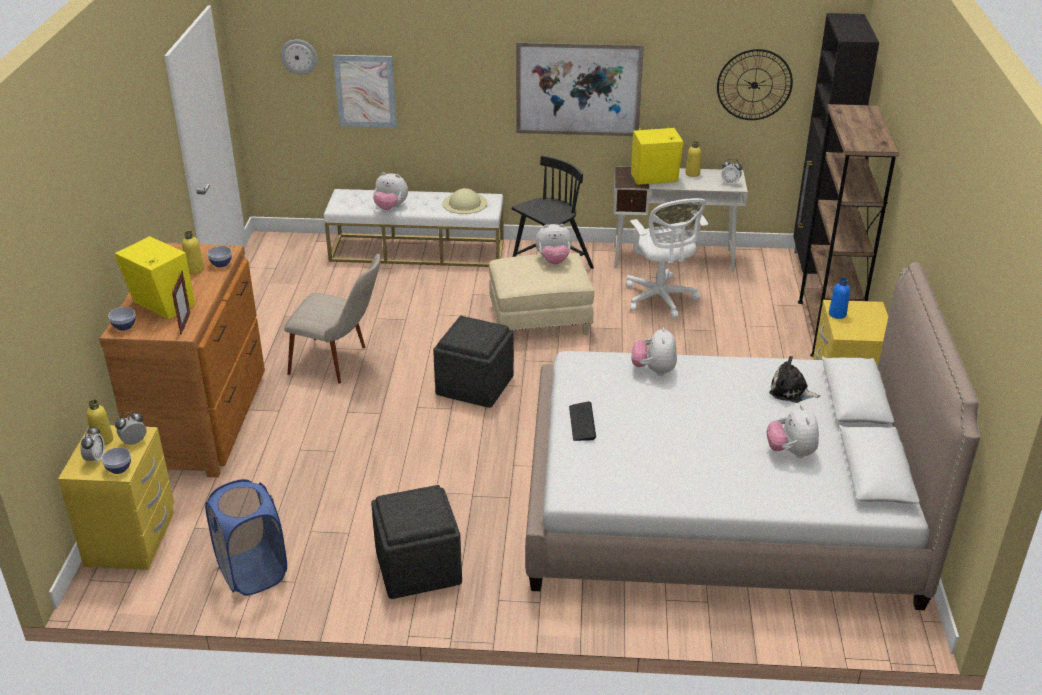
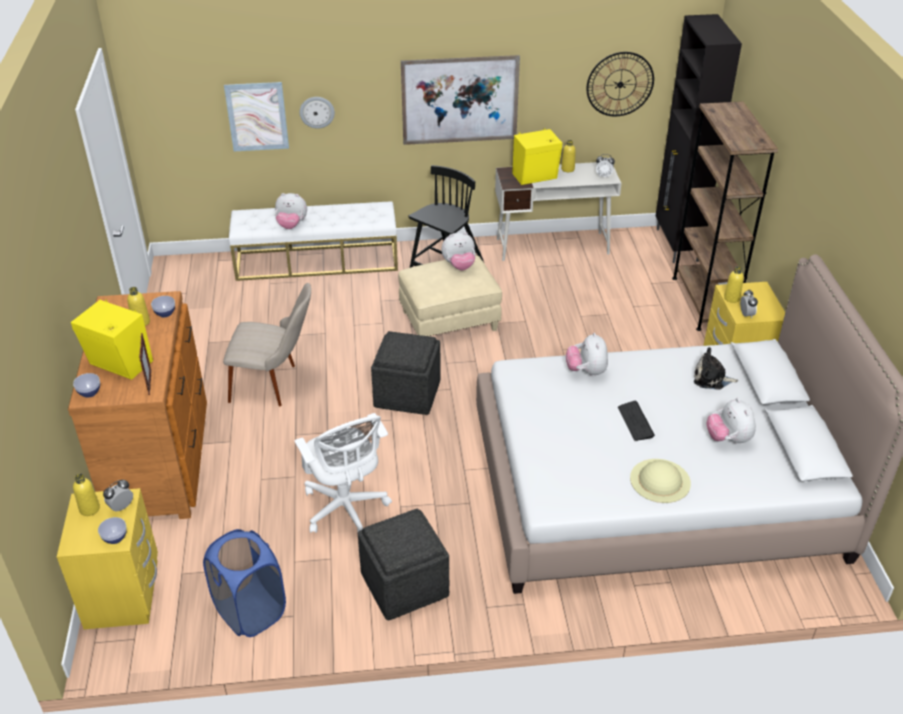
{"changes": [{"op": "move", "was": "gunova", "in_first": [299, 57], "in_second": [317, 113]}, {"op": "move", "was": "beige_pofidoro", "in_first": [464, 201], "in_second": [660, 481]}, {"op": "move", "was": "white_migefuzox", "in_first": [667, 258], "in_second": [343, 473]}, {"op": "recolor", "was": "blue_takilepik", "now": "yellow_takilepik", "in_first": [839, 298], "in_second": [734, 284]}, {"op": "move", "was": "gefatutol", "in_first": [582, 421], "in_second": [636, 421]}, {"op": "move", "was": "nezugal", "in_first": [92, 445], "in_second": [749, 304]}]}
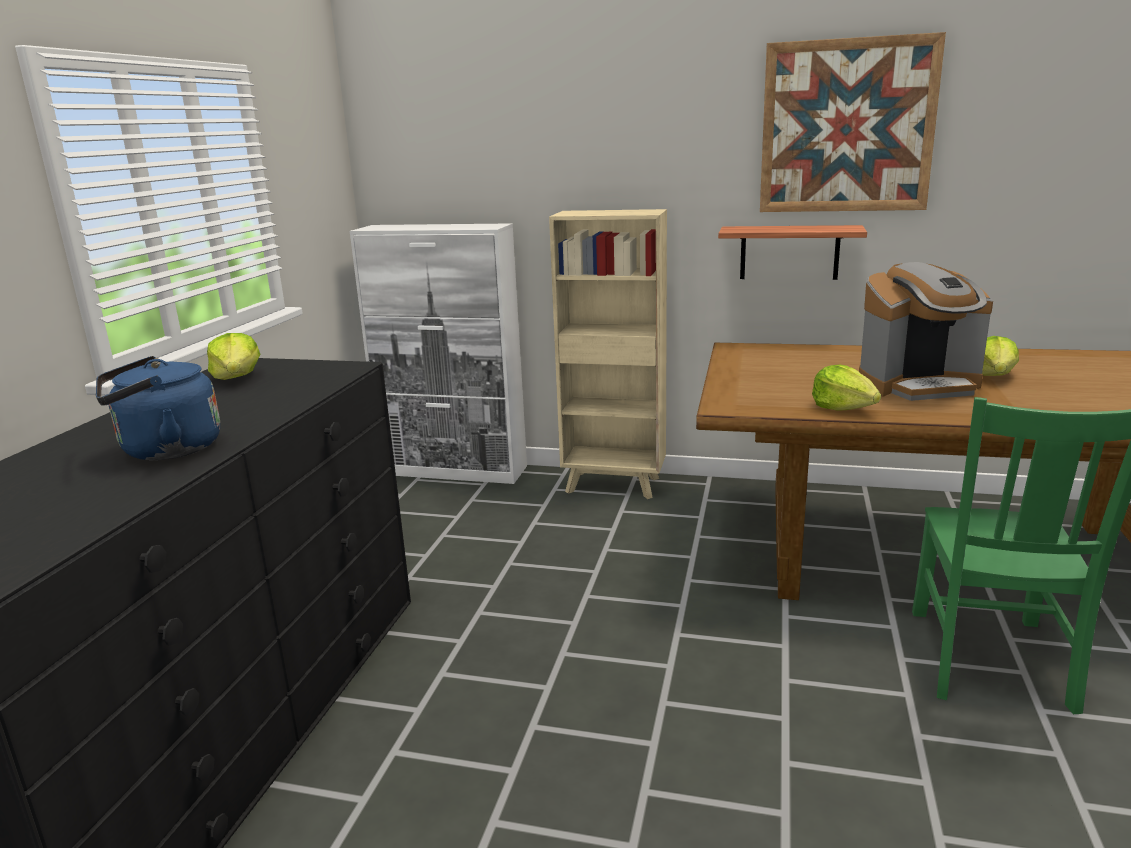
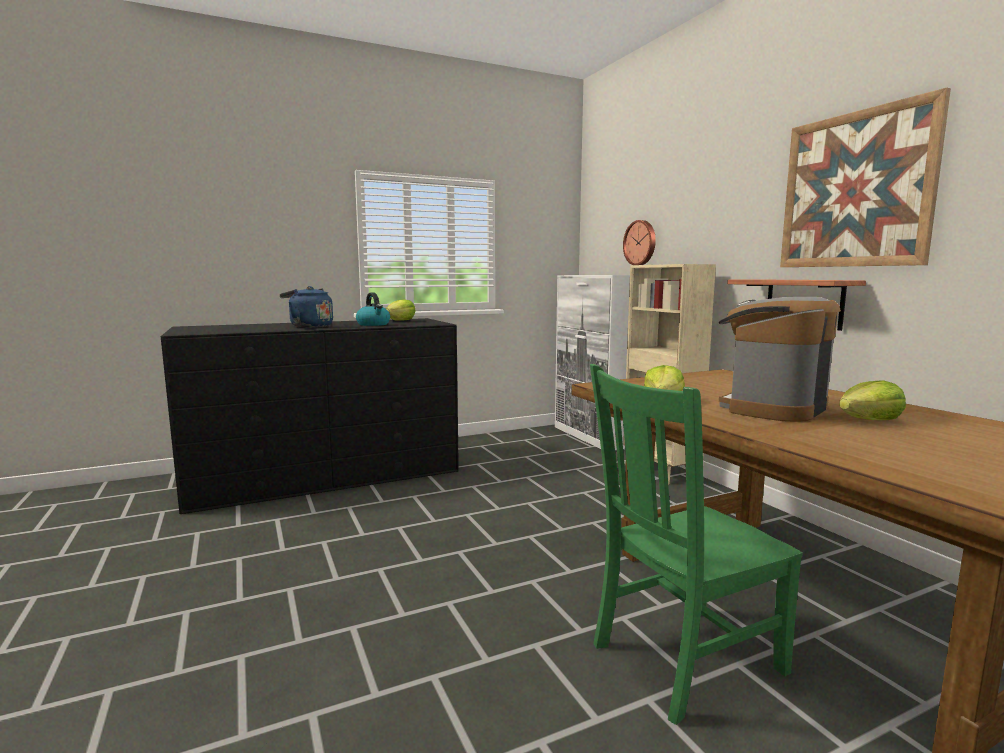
{"changes": [{"op": "rotate", "was": "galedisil", "in_first": [926, 331], "in_second": [780, 359], "clockwise": 90}, {"op": "insert", "now": "gunova", "in_second": [639, 242]}, {"op": "insert", "now": "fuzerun", "in_second": [373, 309]}]}
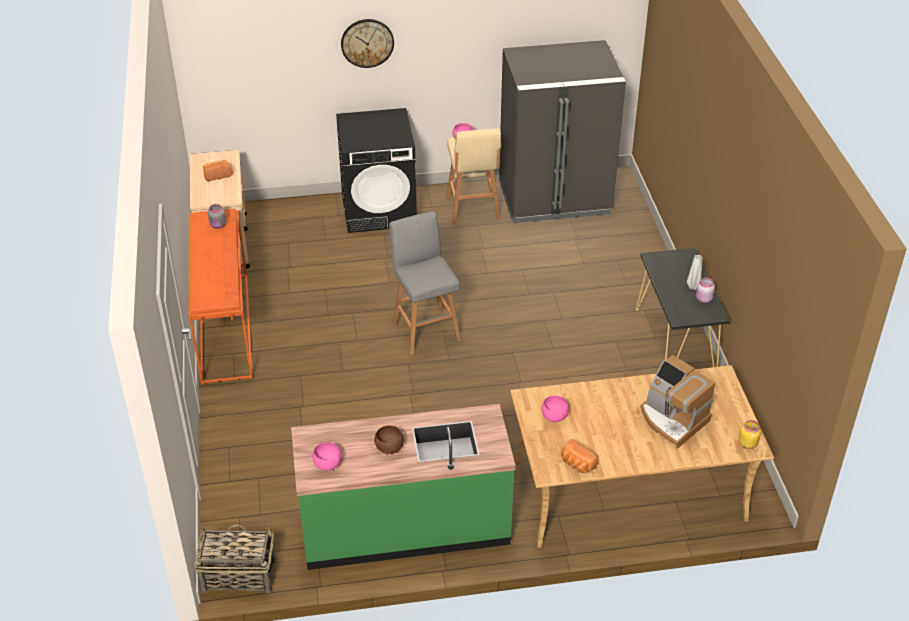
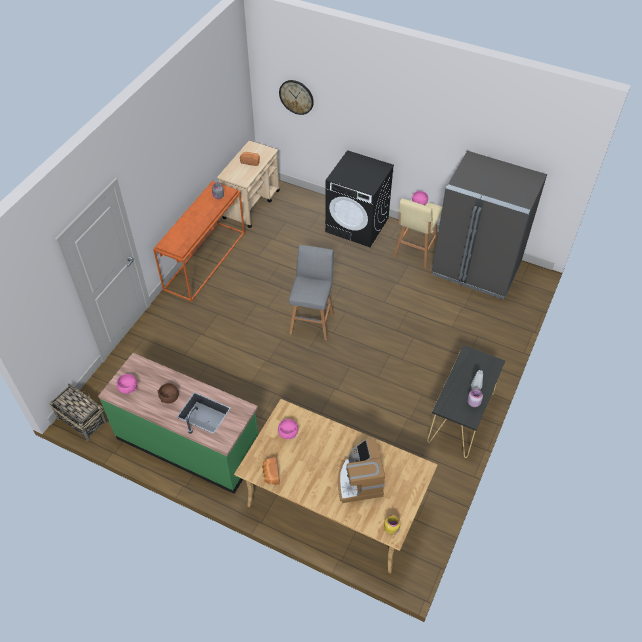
{"changes": [{"op": "move", "was": "gunova", "in_first": [367, 43], "in_second": [296, 97]}]}
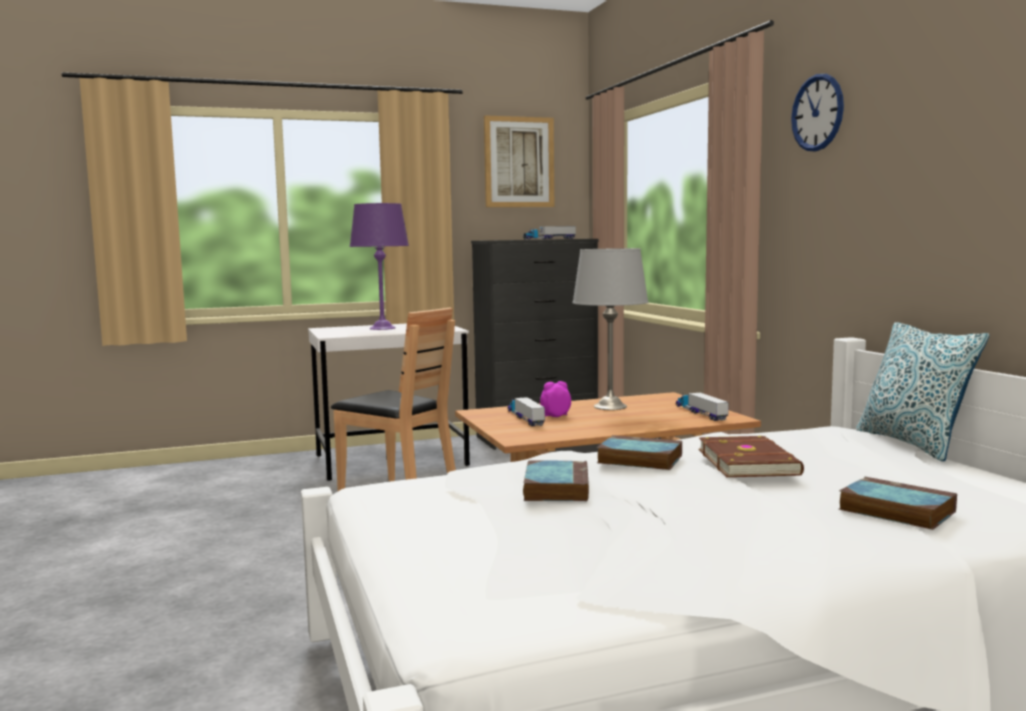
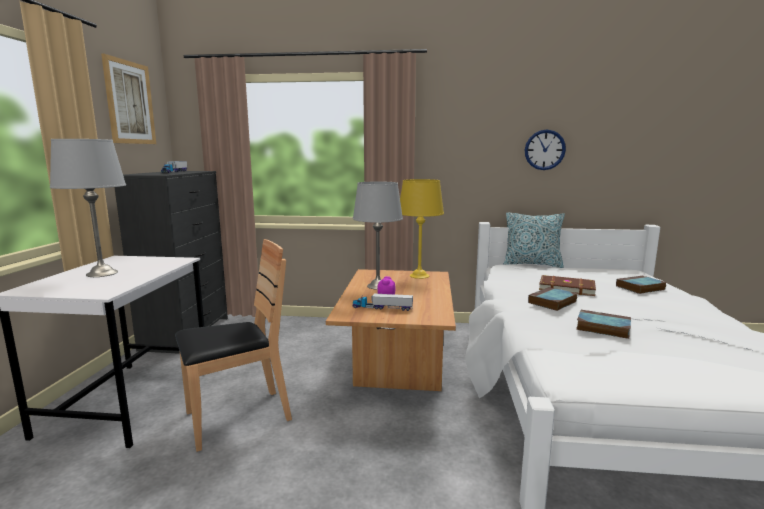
{"changes": [{"op": "move", "was": "gunova", "in_first": [817, 112], "in_second": [545, 150]}, {"op": "recolor", "was": "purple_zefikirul", "now": "grey_zefikirul", "in_first": [379, 266], "in_second": [88, 208]}, {"op": "replace", "was": "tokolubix", "now": "yellow_zefikirul", "in_first": [702, 406], "in_second": [422, 229]}]}
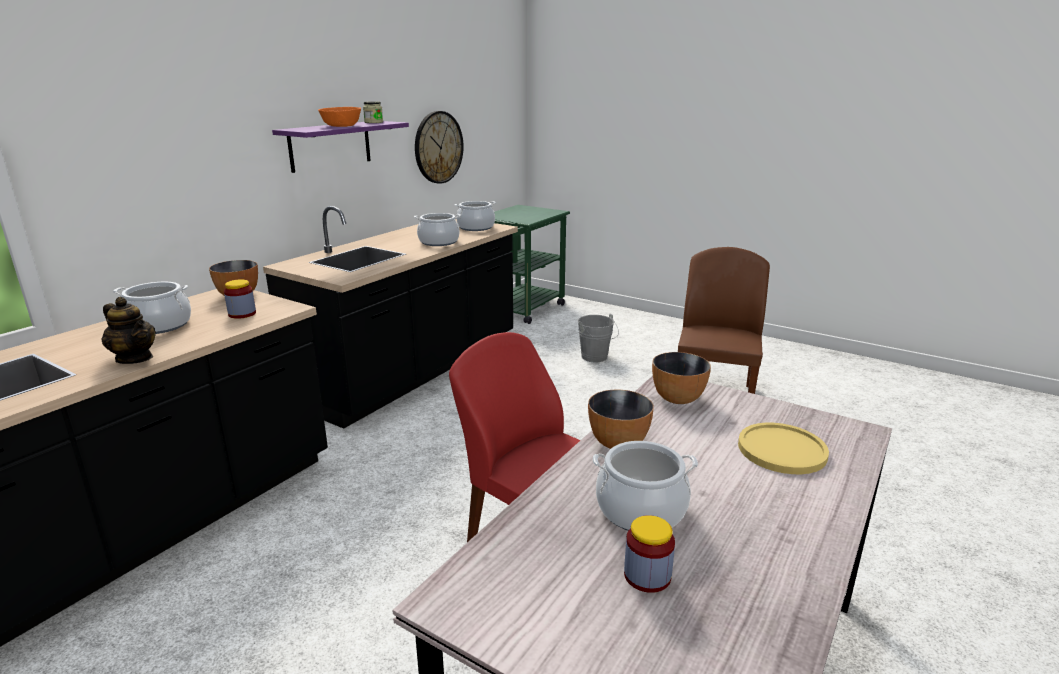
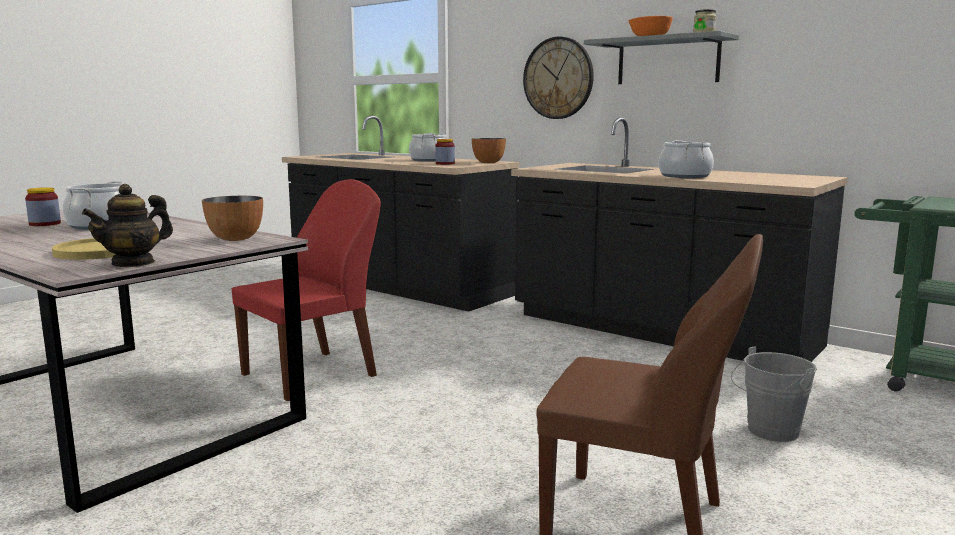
{"changes": [{"op": "move", "was": "gunova", "in_first": [439, 147], "in_second": [558, 78]}, {"op": "recolor", "was": "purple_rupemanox", "now": "grey_rupemanox", "in_first": [340, 147], "in_second": [661, 57]}, {"op": "delete", "was": "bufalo", "in_first": [475, 216]}, {"op": "move", "was": "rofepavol", "in_first": [129, 330], "in_second": [127, 225]}, {"op": "delete", "was": "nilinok", "in_first": [621, 419]}]}
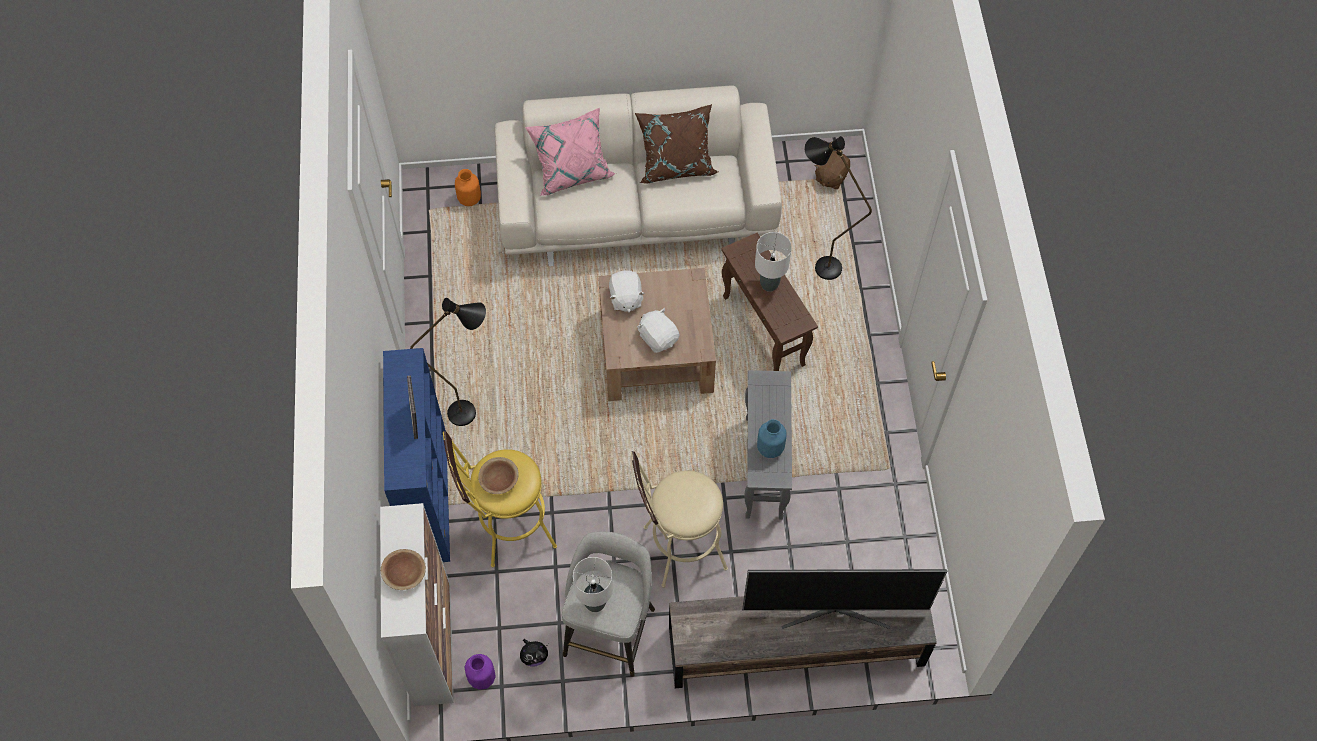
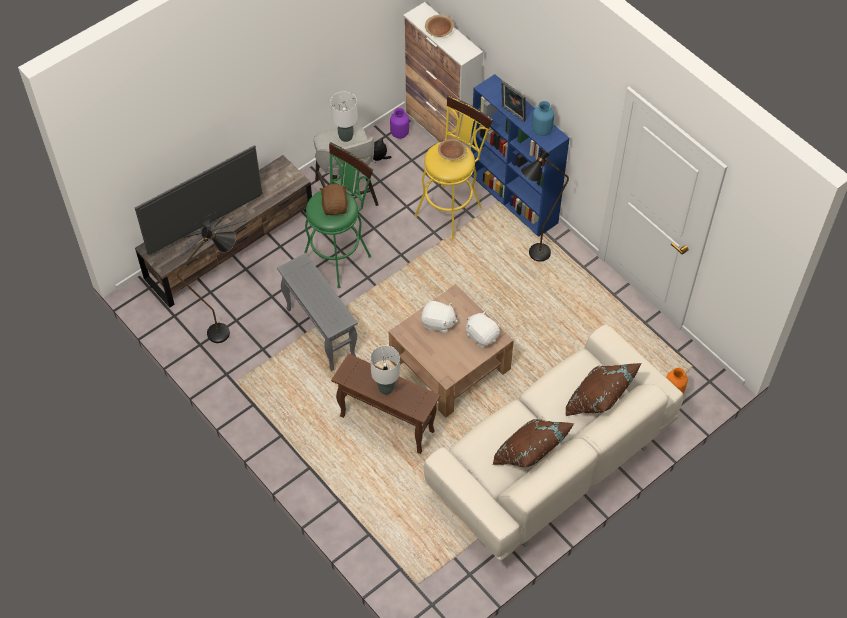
{"changes": [{"op": "recolor", "was": "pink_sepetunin", "now": "brown_sepetunin", "in_first": [570, 152], "in_second": [603, 389]}, {"op": "move", "was": "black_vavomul", "in_first": [838, 208], "in_second": [206, 285]}, {"op": "move", "was": "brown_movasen", "in_first": [832, 170], "in_second": [333, 199]}, {"op": "move", "was": "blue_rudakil", "in_first": [771, 438], "in_second": [543, 118]}, {"op": "recolor", "was": "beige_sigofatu", "now": "green_sigofatu", "in_first": [679, 519], "in_second": [338, 215]}]}
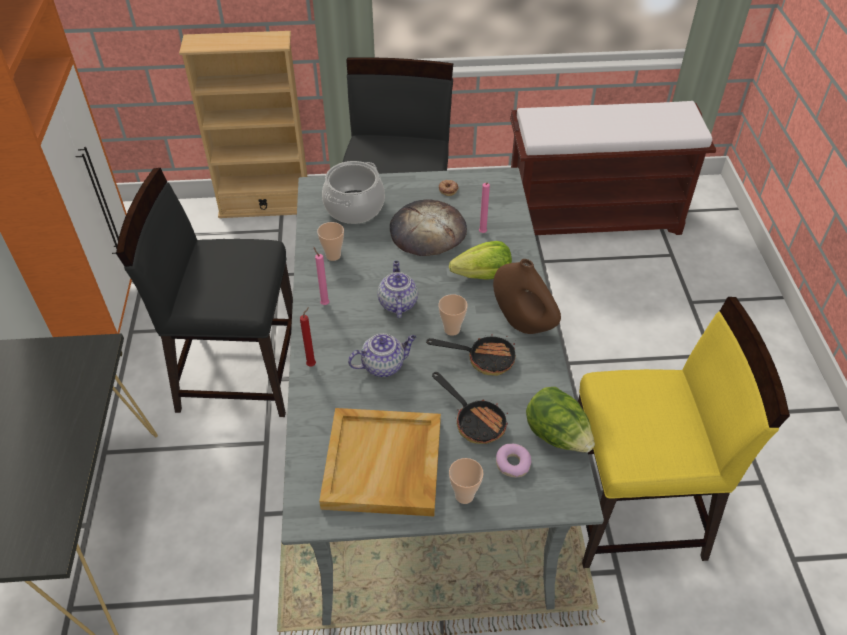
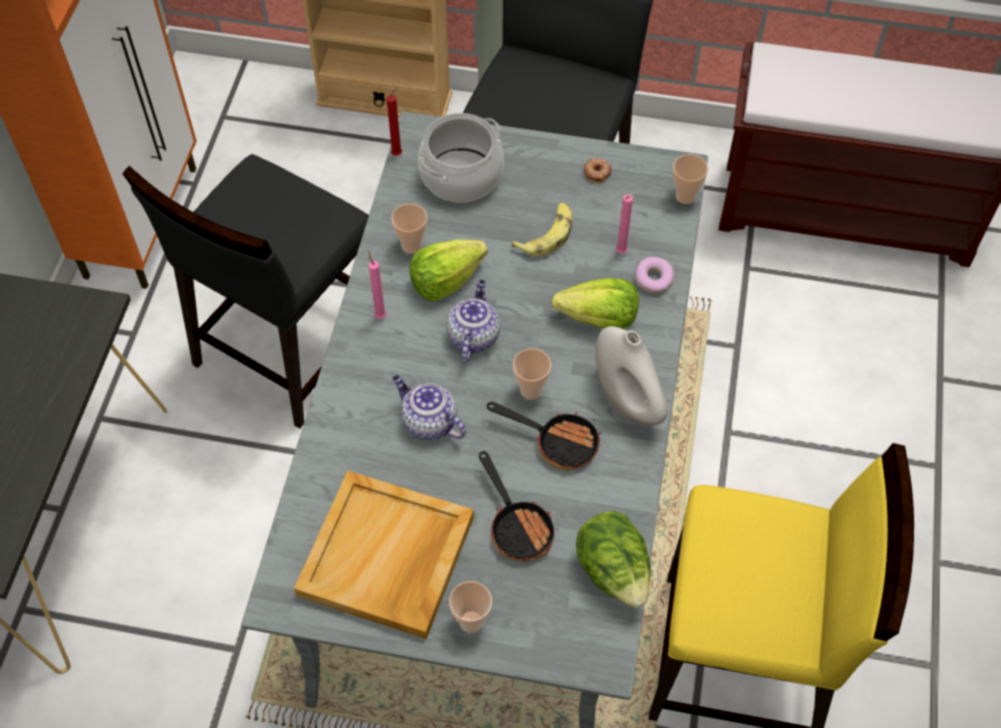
{"changes": [{"op": "rotate", "was": "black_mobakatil", "in_first": [204, 292], "in_second": [245, 291], "clockwise": -75}, {"op": "replace", "was": "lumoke", "now": "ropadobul", "in_first": [428, 227], "in_second": [542, 229]}, {"op": "recolor", "was": "brown_rudakil", "now": "white_rudakil", "in_first": [527, 296], "in_second": [631, 375]}, {"op": "move", "was": "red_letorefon", "in_first": [308, 336], "in_second": [394, 121]}, {"op": "rotate", "was": "rofepavol", "in_first": [382, 355], "in_second": [429, 407], "clockwise": -135}, {"op": "move", "was": "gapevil", "in_first": [514, 461], "in_second": [654, 275]}, {"op": "insert", "now": "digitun", "in_second": [690, 179]}, {"op": "insert", "now": "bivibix", "in_second": [449, 270]}]}
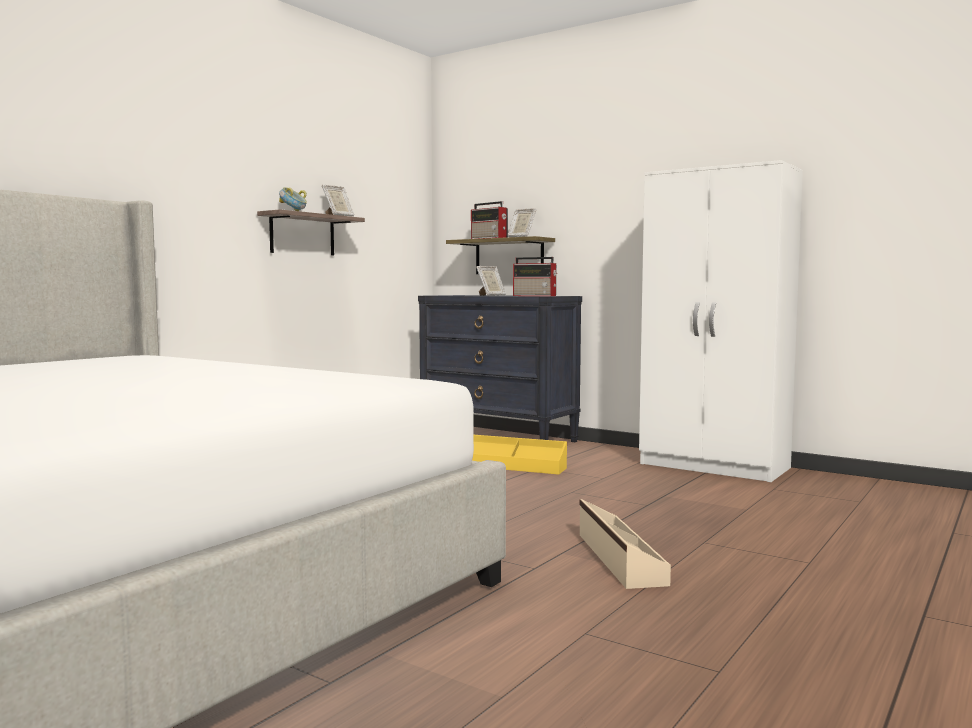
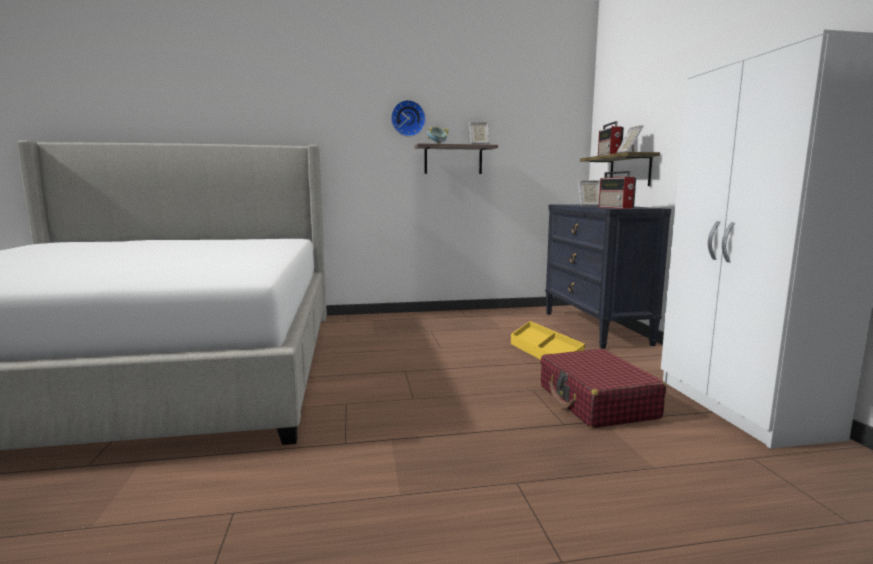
{"changes": [{"op": "delete", "was": "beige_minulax", "in_first": [625, 544]}, {"op": "insert", "now": "gunova", "in_second": [408, 118]}, {"op": "insert", "now": "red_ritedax", "in_second": [603, 388]}]}
